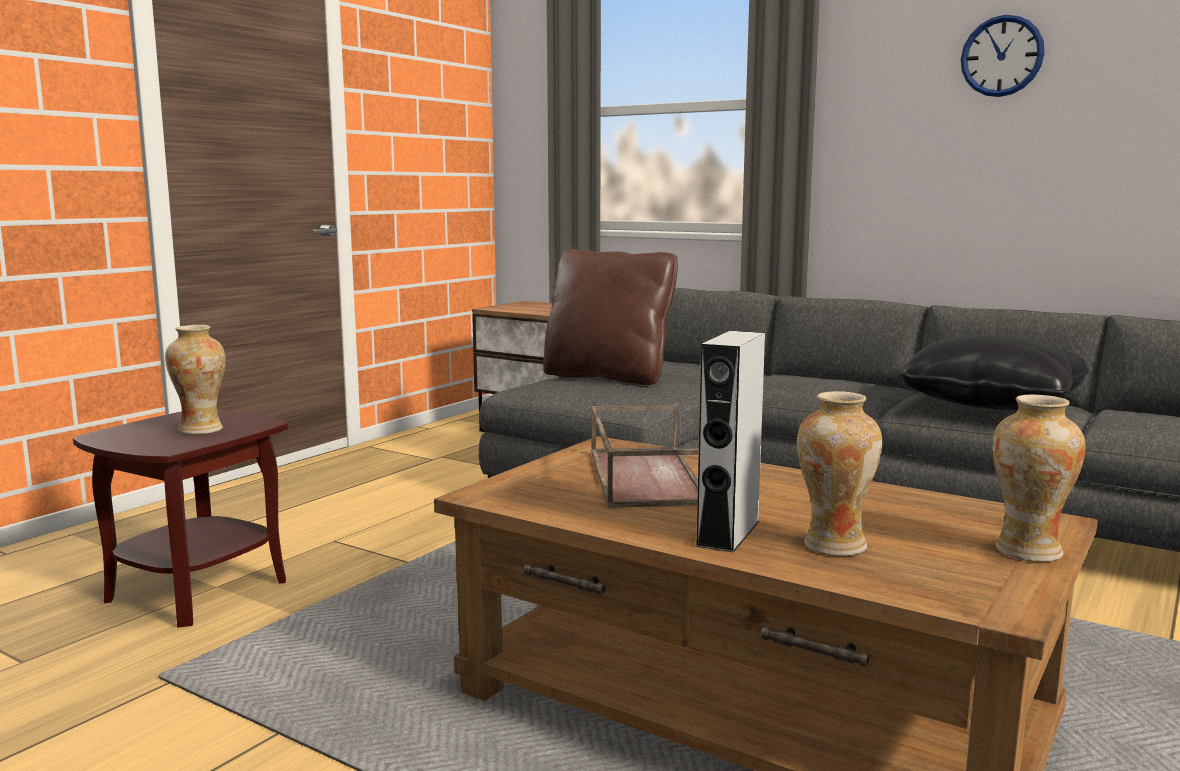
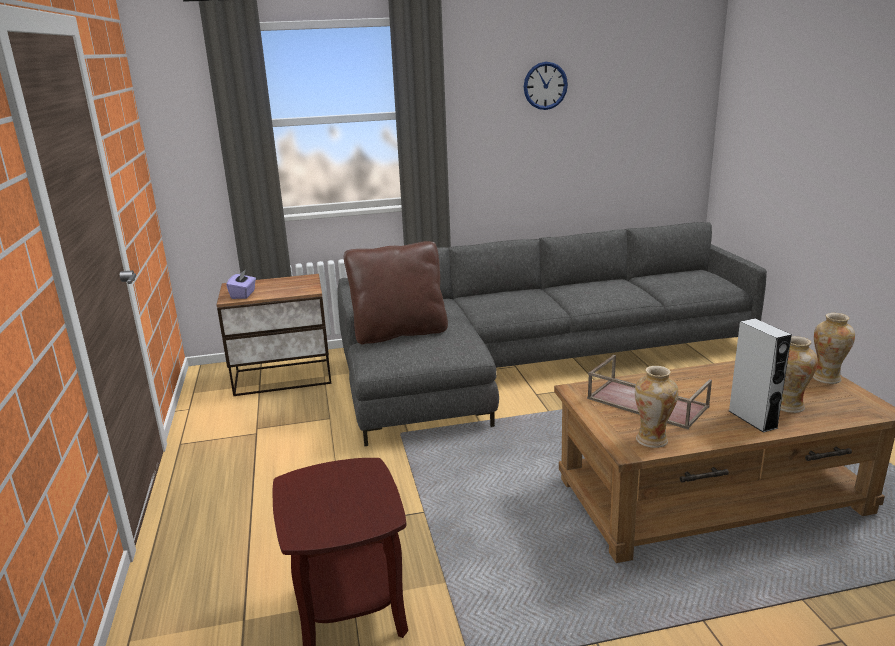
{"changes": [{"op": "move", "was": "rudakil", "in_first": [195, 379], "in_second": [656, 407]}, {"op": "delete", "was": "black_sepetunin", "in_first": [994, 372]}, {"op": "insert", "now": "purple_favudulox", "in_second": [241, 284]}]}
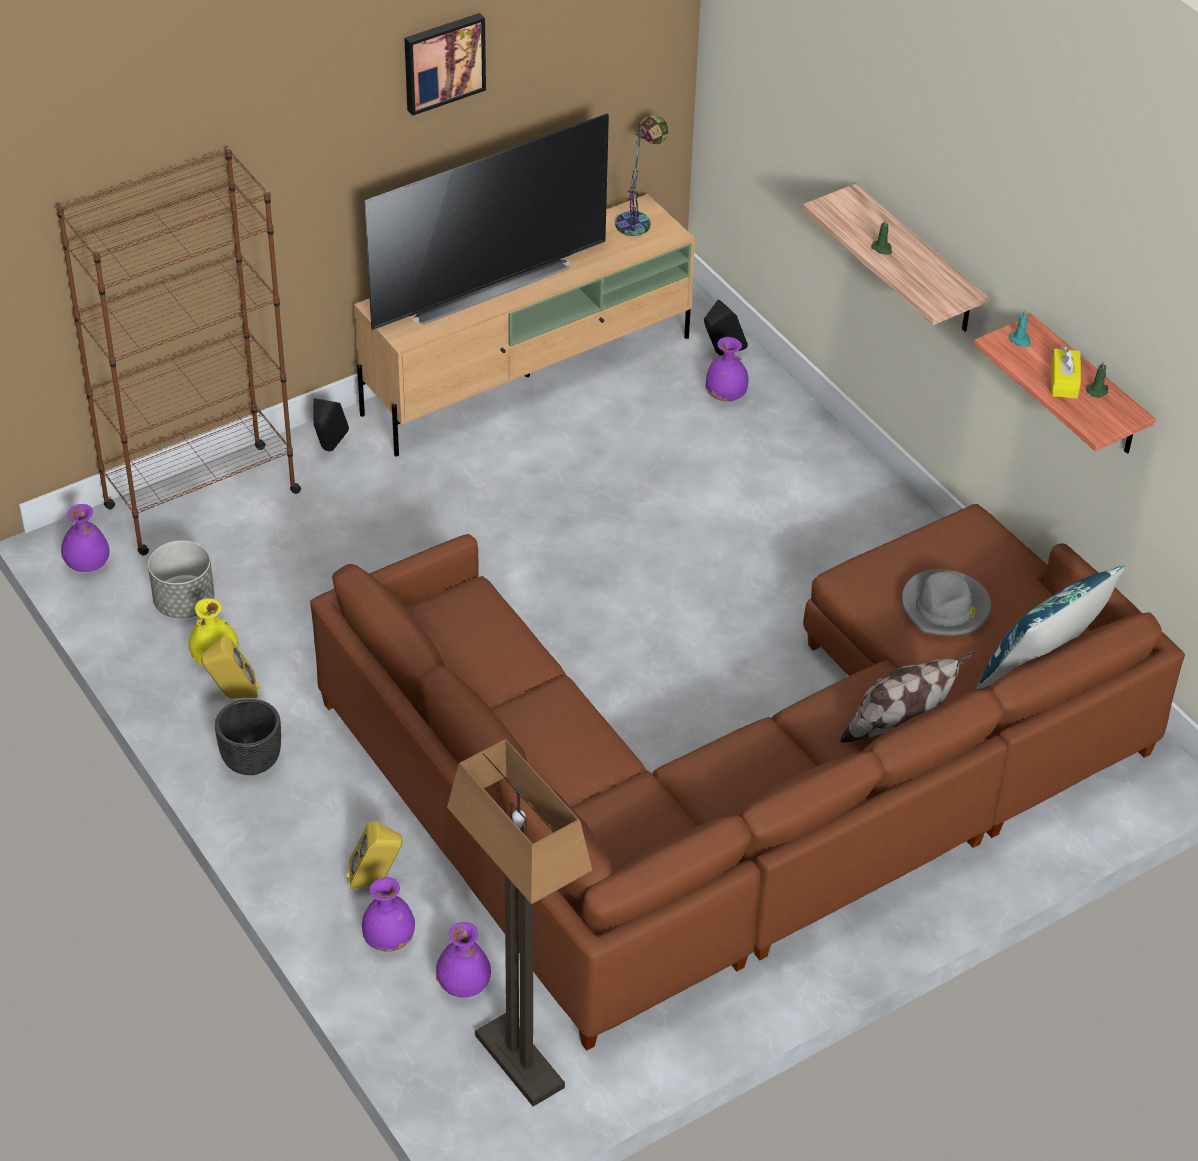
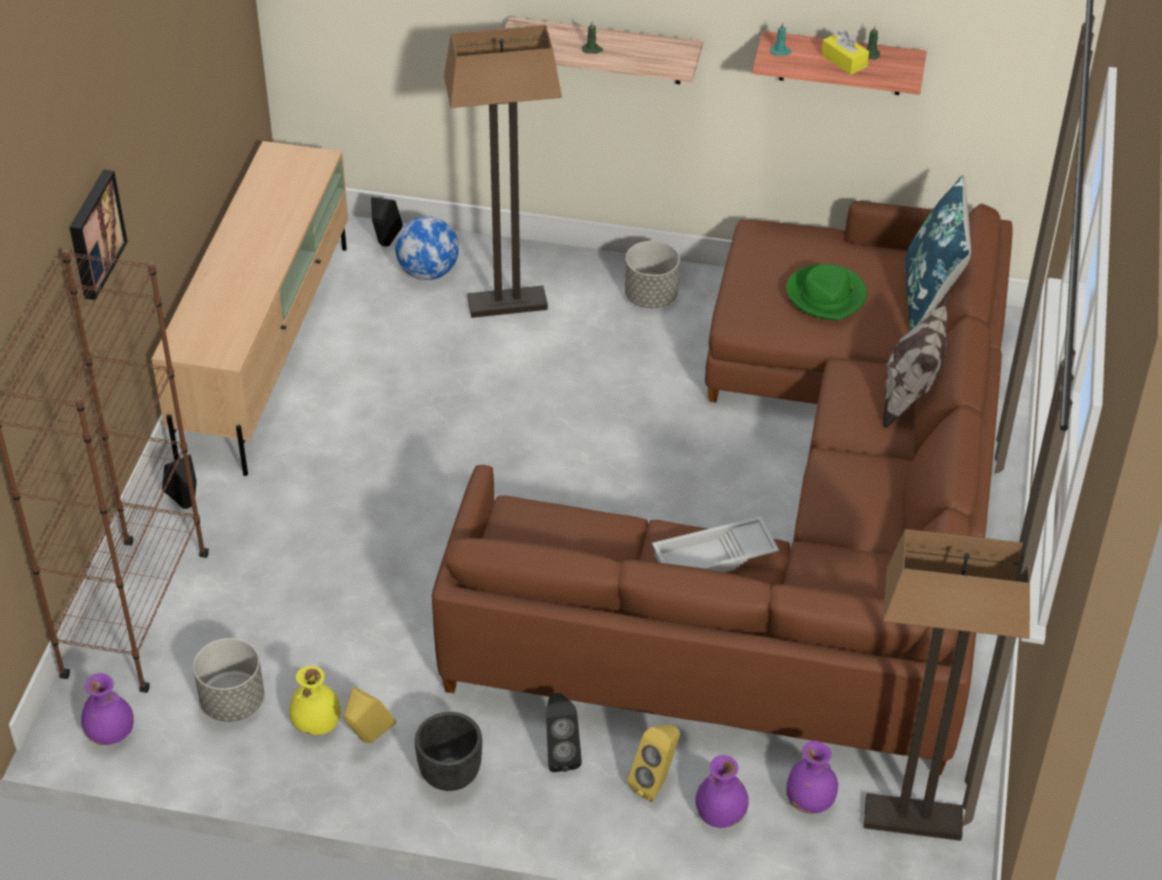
{"changes": [{"op": "move", "was": "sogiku", "in_first": [445, 64], "in_second": [98, 234]}, {"op": "delete", "was": "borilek", "in_first": [486, 222]}, {"op": "delete", "was": "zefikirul", "in_first": [641, 175]}, {"op": "replace", "was": "purple_rudakil", "now": "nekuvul", "in_first": [726, 369], "in_second": [427, 248]}, {"op": "recolor", "was": "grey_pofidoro", "now": "green_pofidoro", "in_first": [947, 602], "in_second": [826, 292]}, {"op": "insert", "now": "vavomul", "in_second": [503, 171]}, {"op": "insert", "now": "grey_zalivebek", "in_second": [652, 274]}, {"op": "insert", "now": "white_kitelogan", "in_second": [715, 544]}, {"op": "insert", "now": "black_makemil", "in_second": [564, 732]}]}
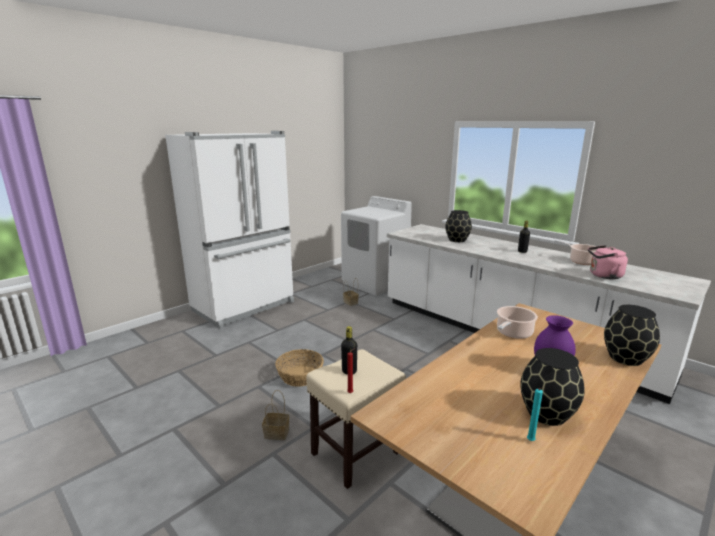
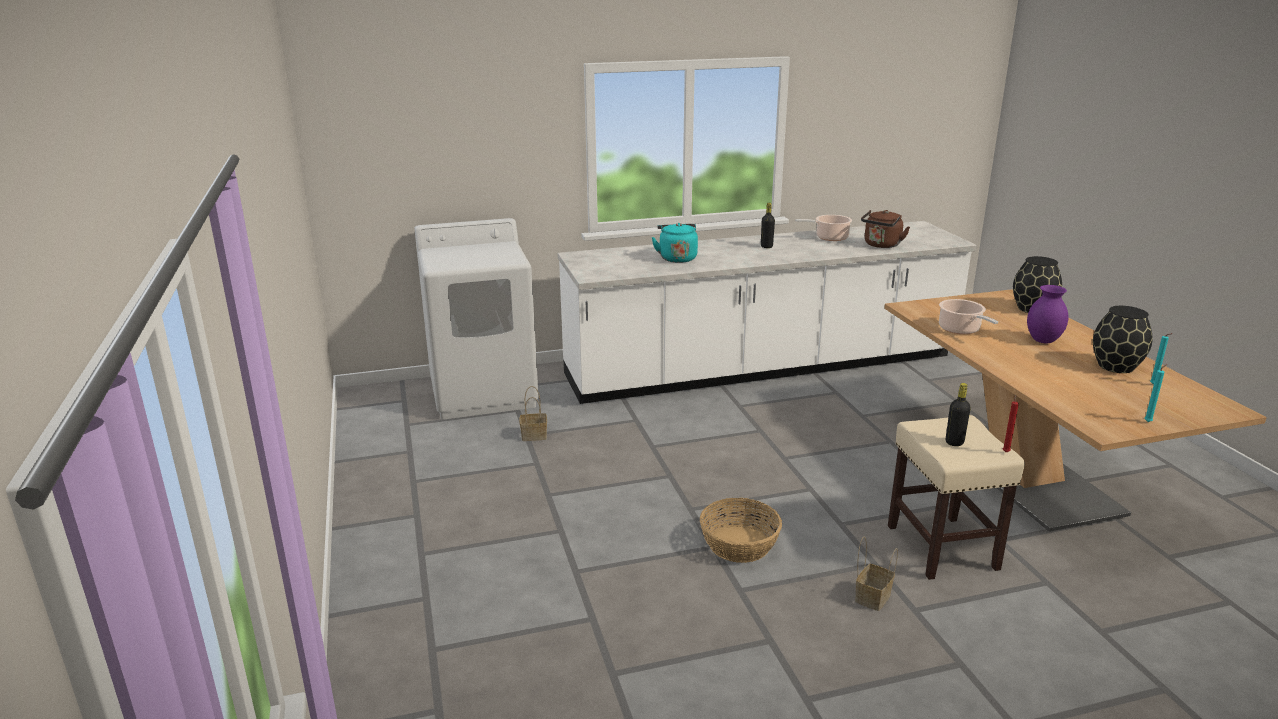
{"changes": [{"op": "delete", "was": "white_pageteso", "in_first": [229, 230]}, {"op": "replace", "was": "black_rudakil", "now": "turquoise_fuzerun", "in_first": [458, 226], "in_second": [674, 243]}, {"op": "recolor", "was": "pink_fuzerun", "now": "brown_fuzerun", "in_first": [608, 262], "in_second": [885, 229]}, {"op": "insert", "now": "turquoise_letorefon", "in_second": [1155, 393]}]}
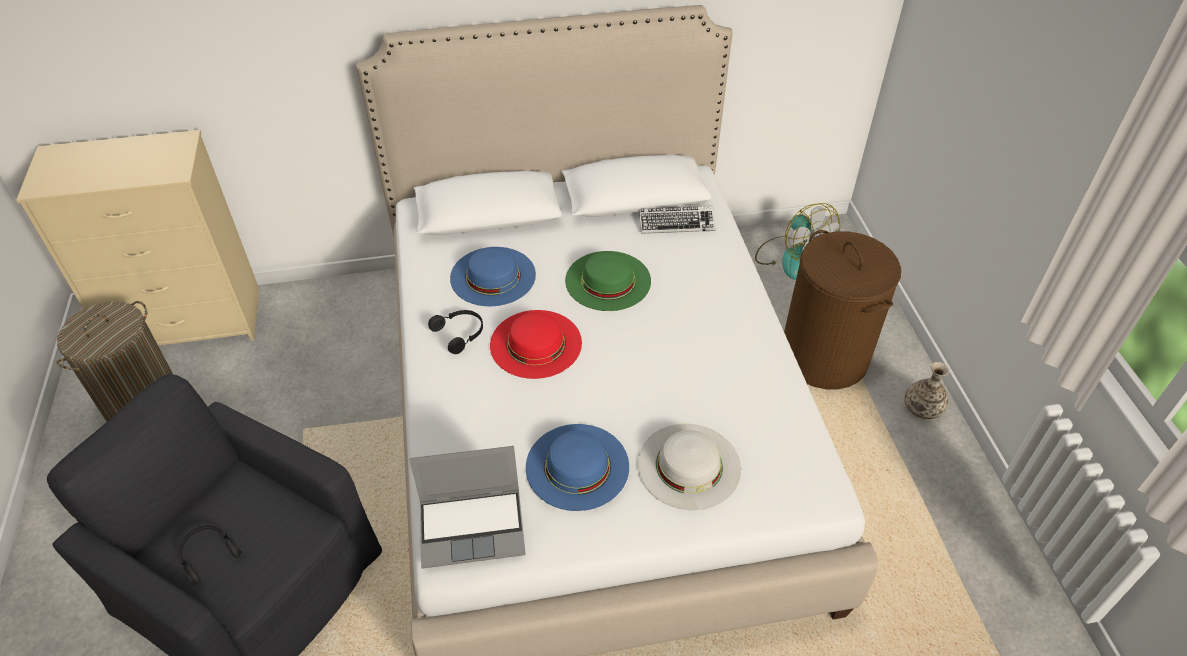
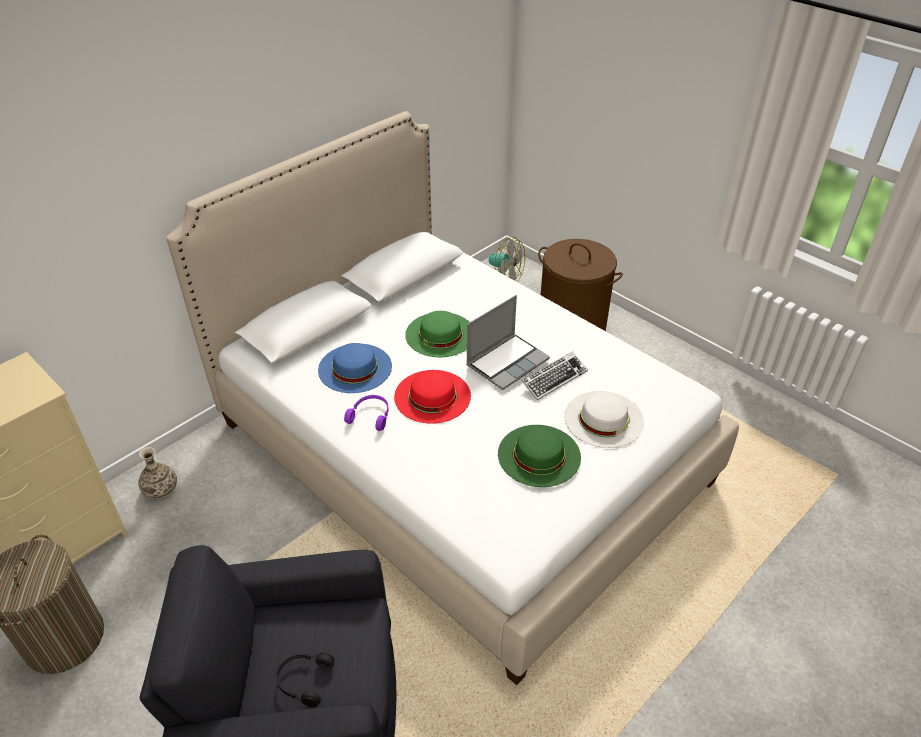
{"changes": [{"op": "move", "was": "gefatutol", "in_first": [677, 220], "in_second": [555, 376]}, {"op": "recolor", "was": "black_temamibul", "now": "purple_temamibul", "in_first": [455, 332], "in_second": [366, 413]}, {"op": "move", "was": "rudakil", "in_first": [926, 391], "in_second": [158, 473]}, {"op": "recolor", "was": "blue_pofidoro", "now": "green_pofidoro", "in_first": [577, 467], "in_second": [539, 456]}, {"op": "move", "was": "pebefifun", "in_first": [467, 507], "in_second": [508, 342]}]}
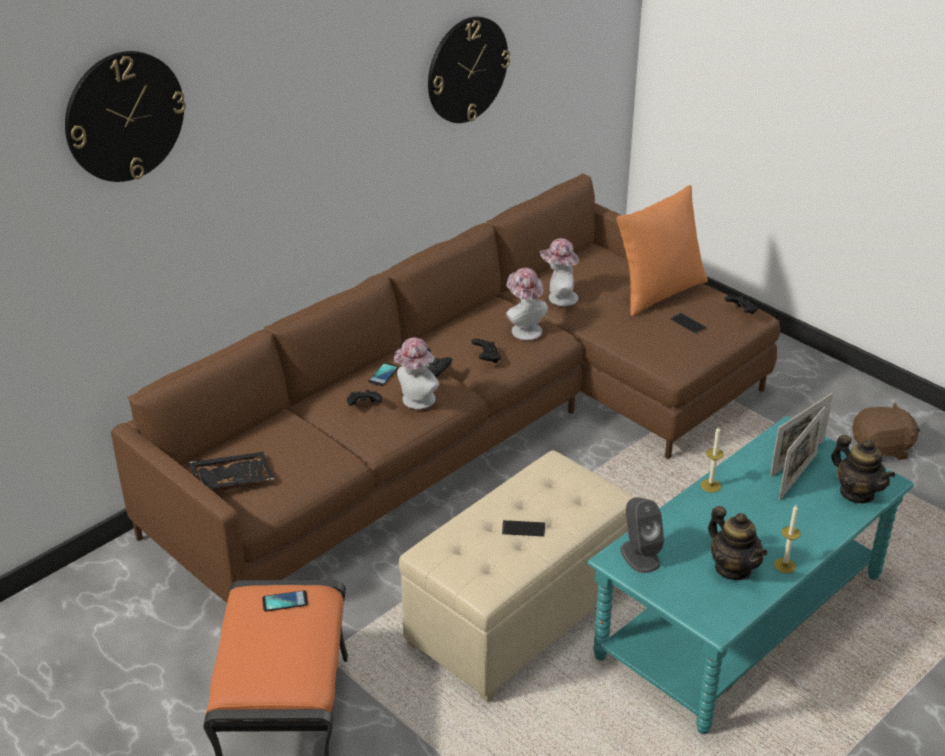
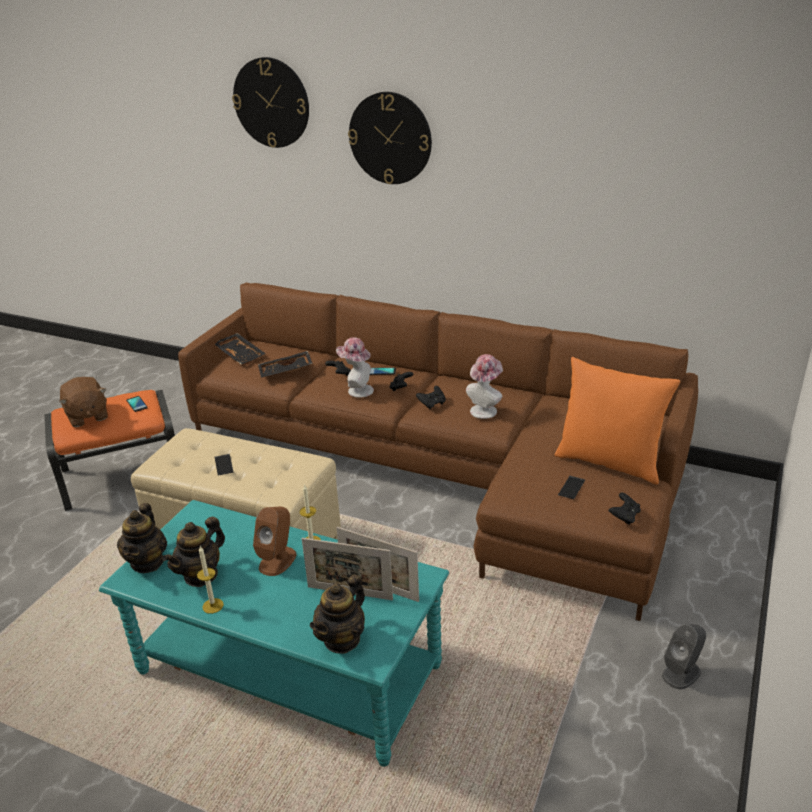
{"changes": [{"op": "move", "was": "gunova", "in_first": [469, 69], "in_second": [390, 138]}, {"op": "delete", "was": "pofidoro", "in_first": [559, 272]}, {"op": "move", "was": "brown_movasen", "in_first": [886, 431], "in_second": [83, 402]}, {"op": "move", "was": "grey_makemil", "in_first": [642, 535], "in_second": [684, 656]}, {"op": "insert", "now": "black_kitelogan", "in_second": [285, 364]}, {"op": "insert", "now": "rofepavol", "in_second": [142, 538]}, {"op": "insert", "now": "brown_makemil", "in_second": [275, 541]}]}
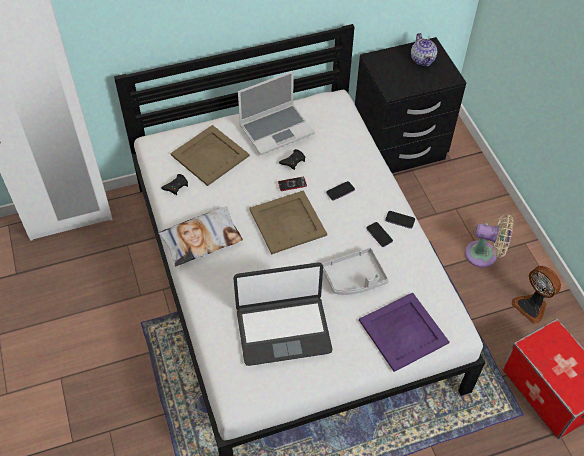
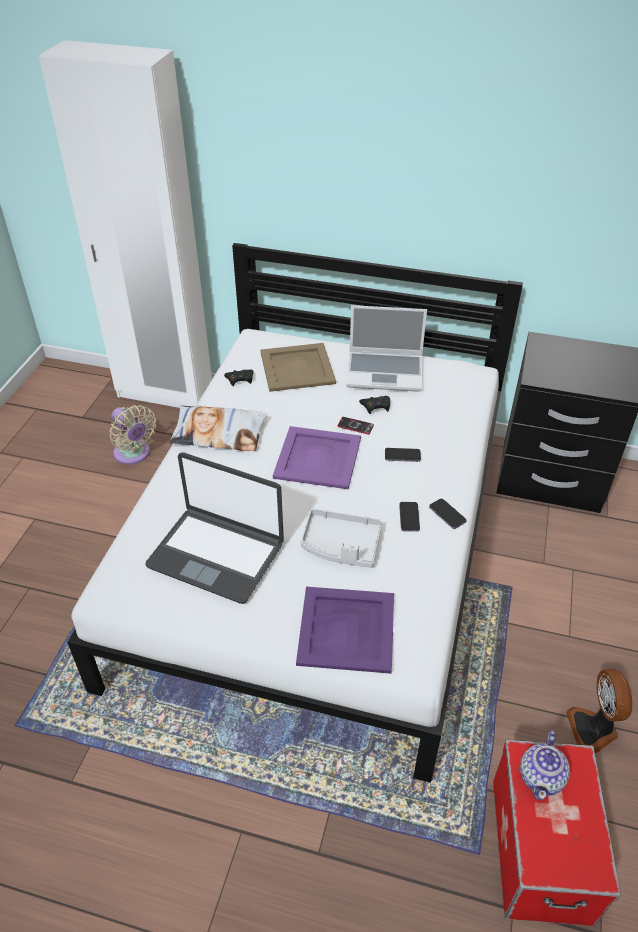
{"changes": [{"op": "move", "was": "rofepavol", "in_first": [424, 49], "in_second": [545, 765]}, {"op": "recolor", "was": "beige_kitelogan", "now": "purple_kitelogan", "in_first": [288, 222], "in_second": [317, 457]}, {"op": "move", "was": "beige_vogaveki", "in_first": [489, 241], "in_second": [132, 435]}]}
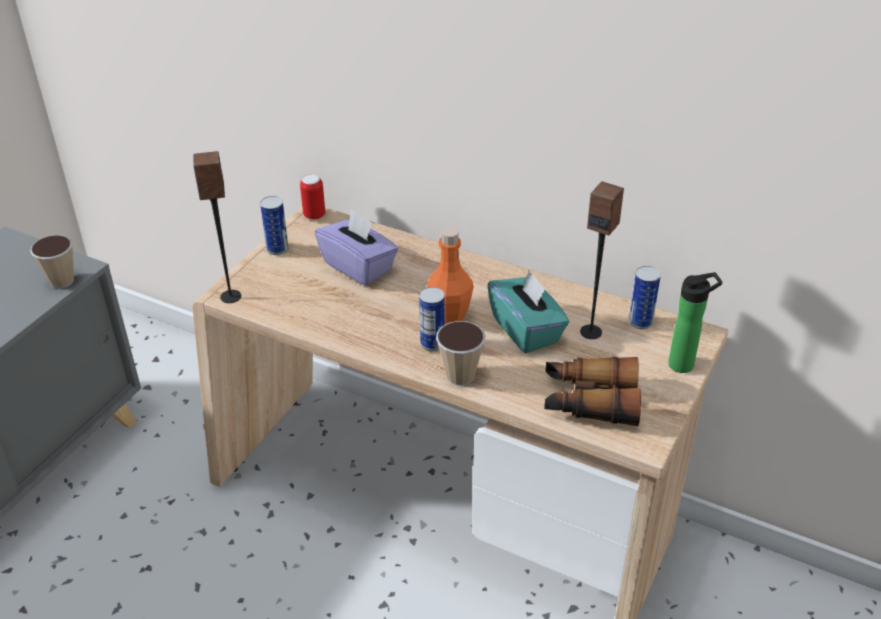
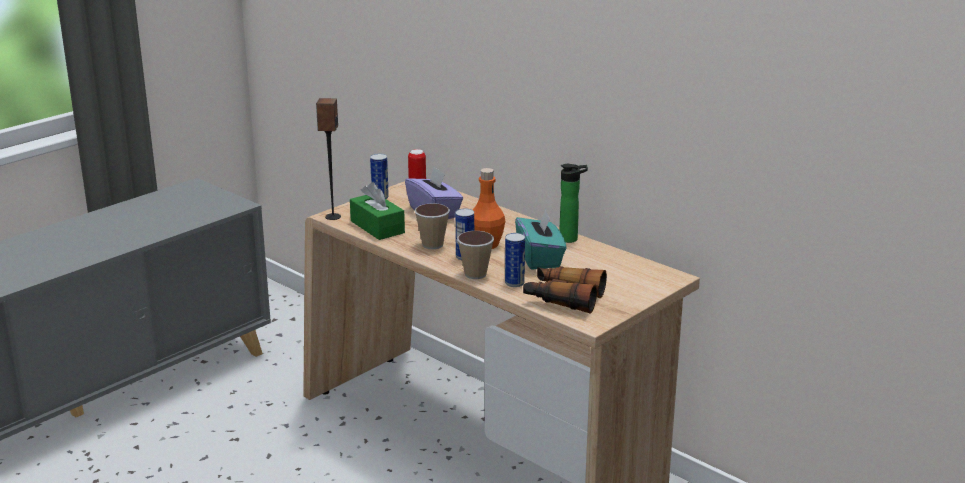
{"changes": [{"op": "delete", "was": "makemil", "in_first": [602, 260]}, {"op": "move", "was": "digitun", "in_first": [52, 262], "in_second": [432, 226]}, {"op": "move", "was": "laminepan", "in_first": [645, 297], "in_second": [515, 260]}, {"op": "move", "was": "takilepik", "in_first": [695, 322], "in_second": [573, 203]}, {"op": "insert", "now": "green_favudulox", "in_second": [377, 211]}]}
